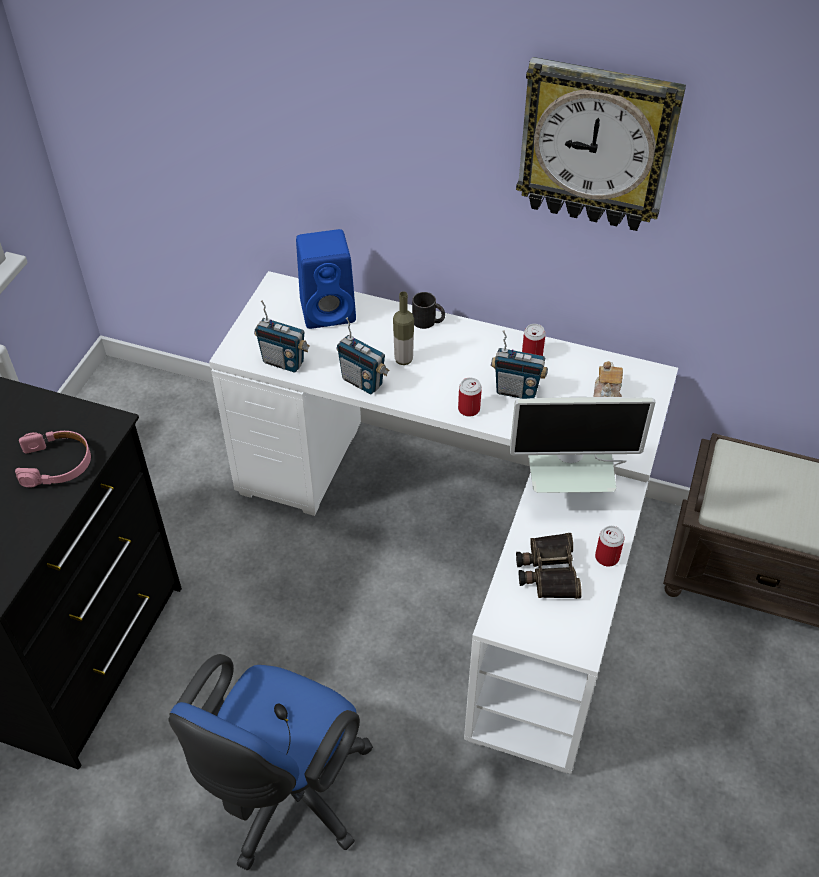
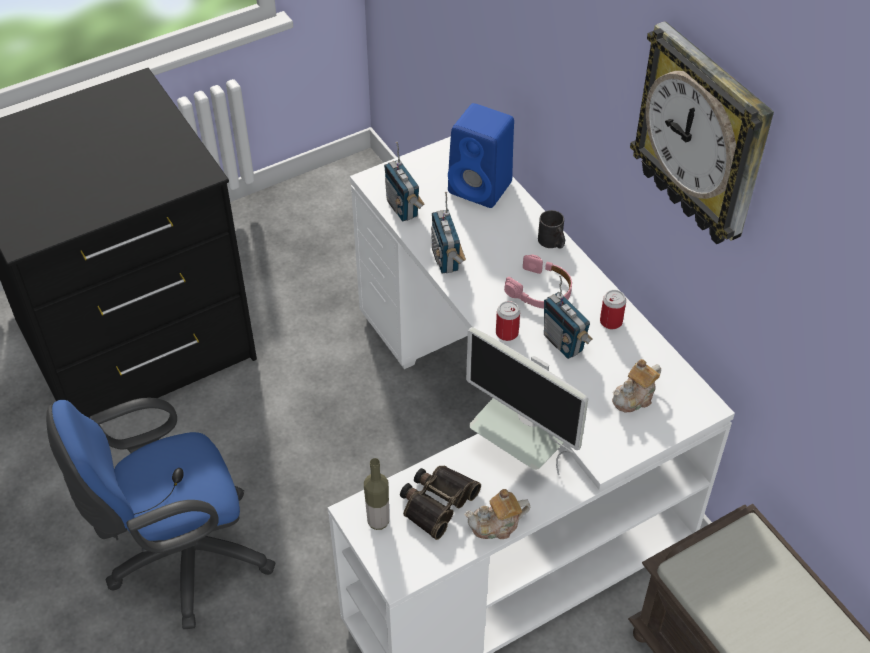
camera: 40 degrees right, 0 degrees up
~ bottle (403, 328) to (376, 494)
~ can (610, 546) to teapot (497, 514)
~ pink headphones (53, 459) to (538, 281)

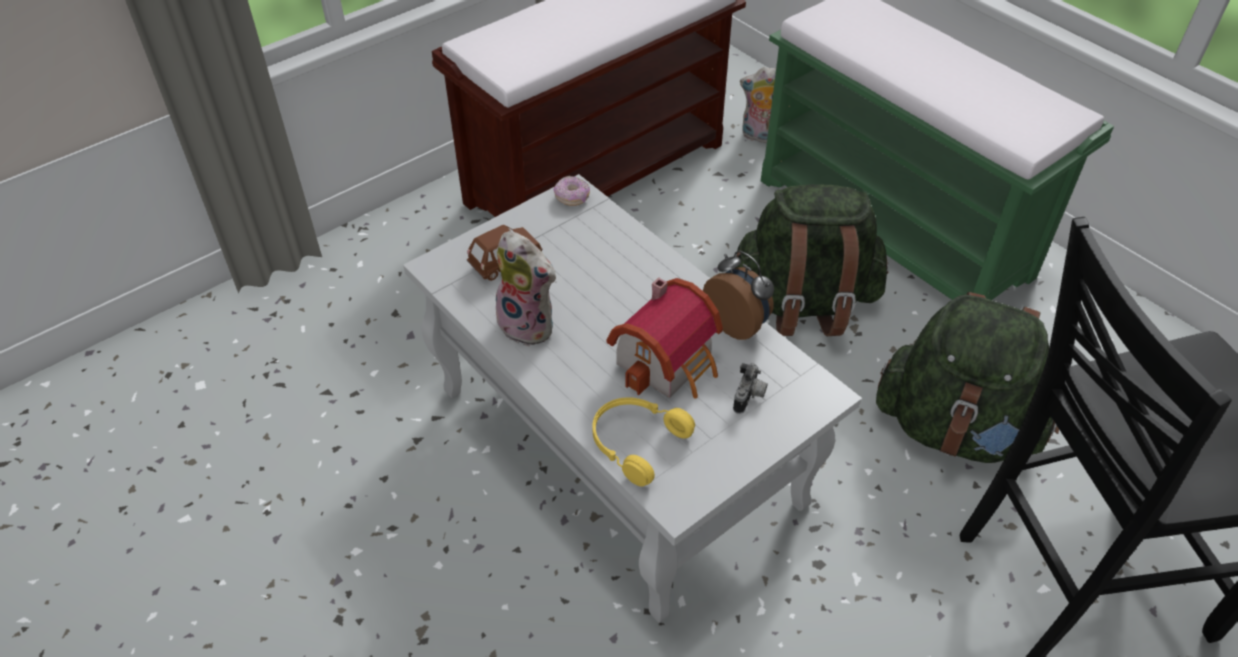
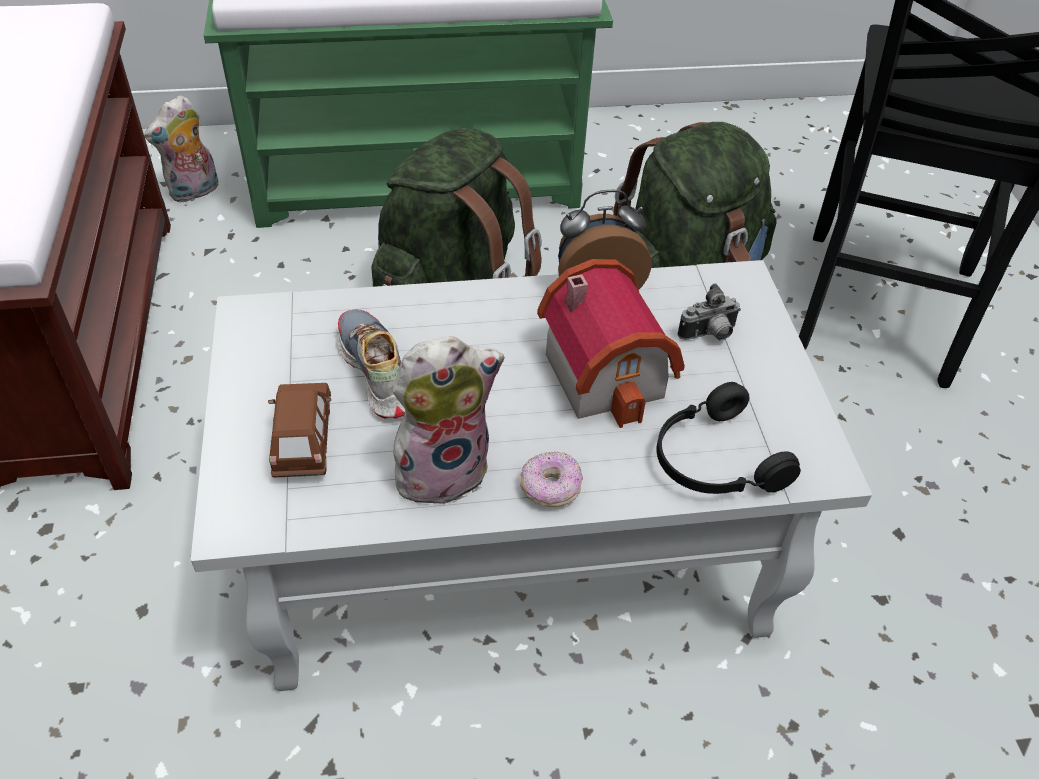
camera: 60 degrees left, 0 degrees up
+ shoe (371, 364)
~ donut (572, 191) to (551, 479)
~ yellow headphones (643, 442) to black headphones (728, 438)
~ photo camera (750, 388) = (709, 311) 105 degrees clockwise

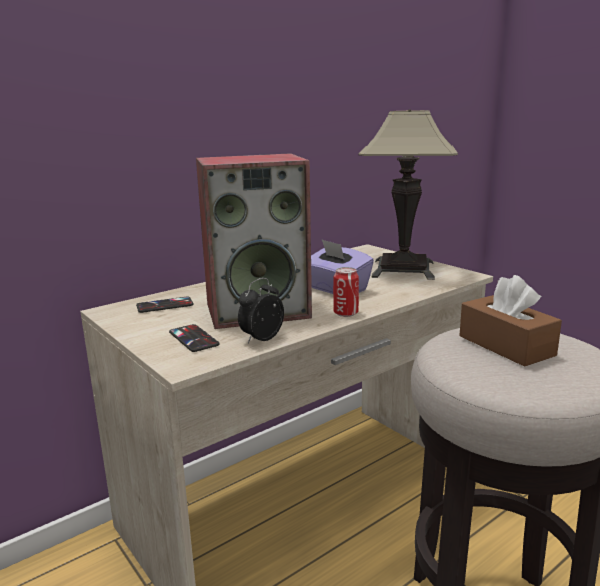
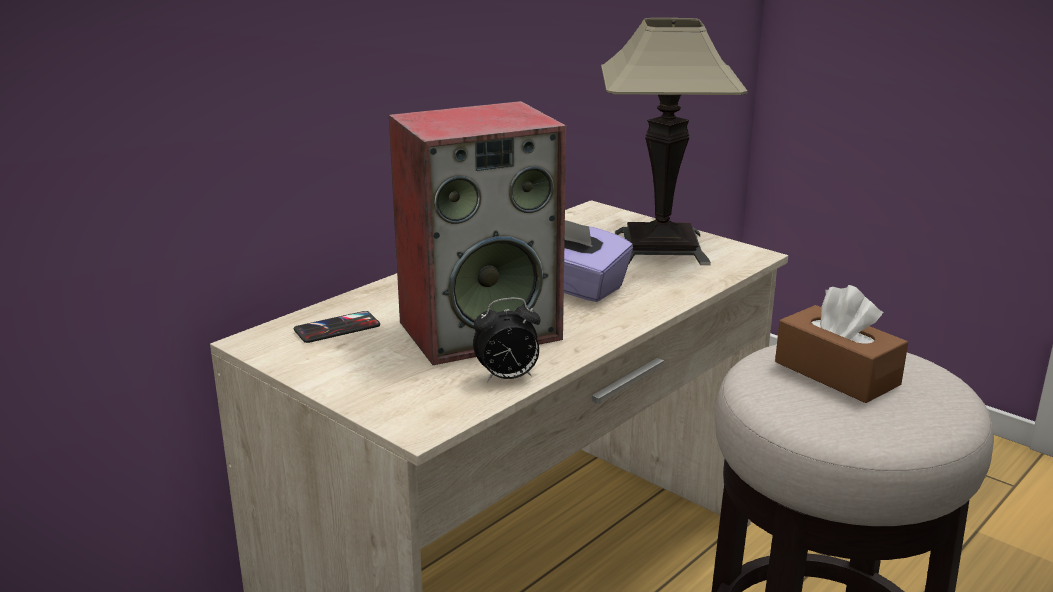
camera: 10 degrees left, 5 degrees up
~ alarm clock (261, 311) = (507, 339) 135 degrees counterclockwise
- phone (194, 338)
- can (346, 292)

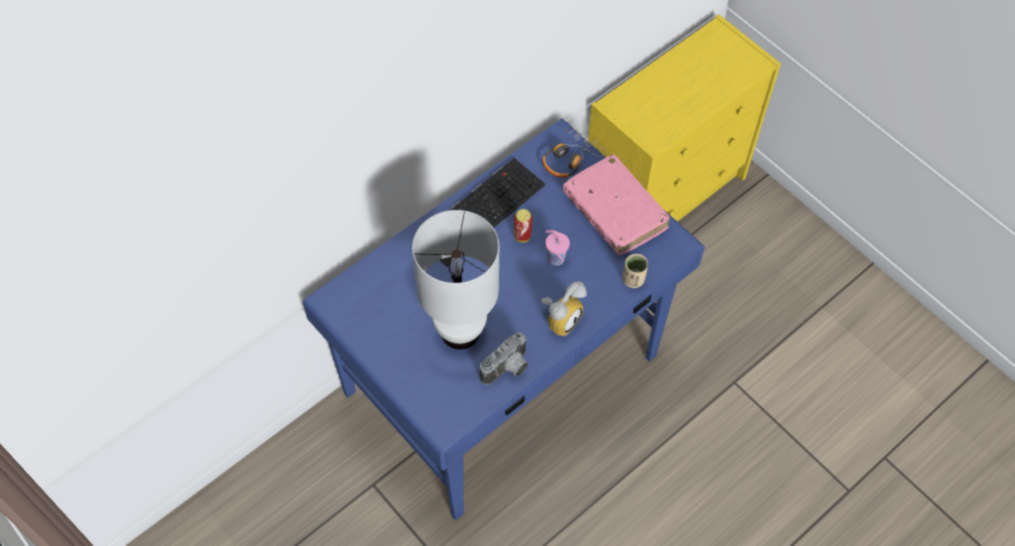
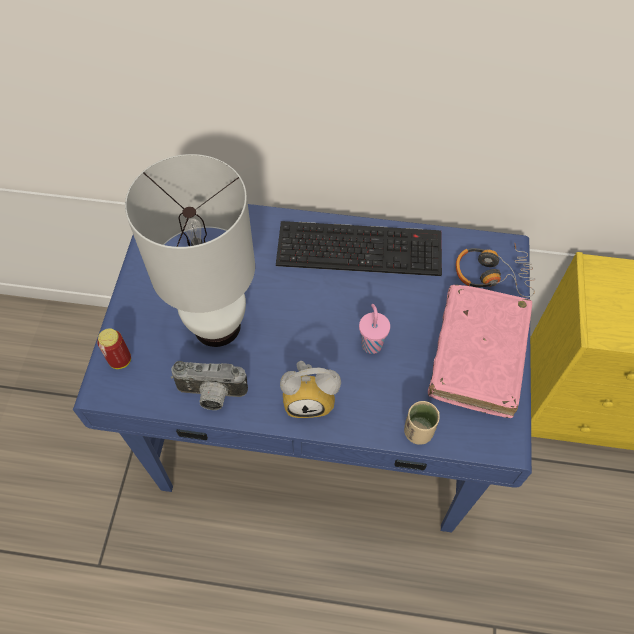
camera: 50 degrees right, 0 degrees up
~ can (523, 225) to (114, 348)

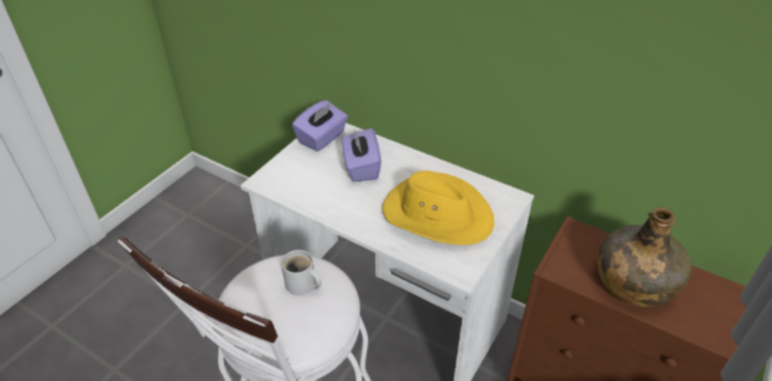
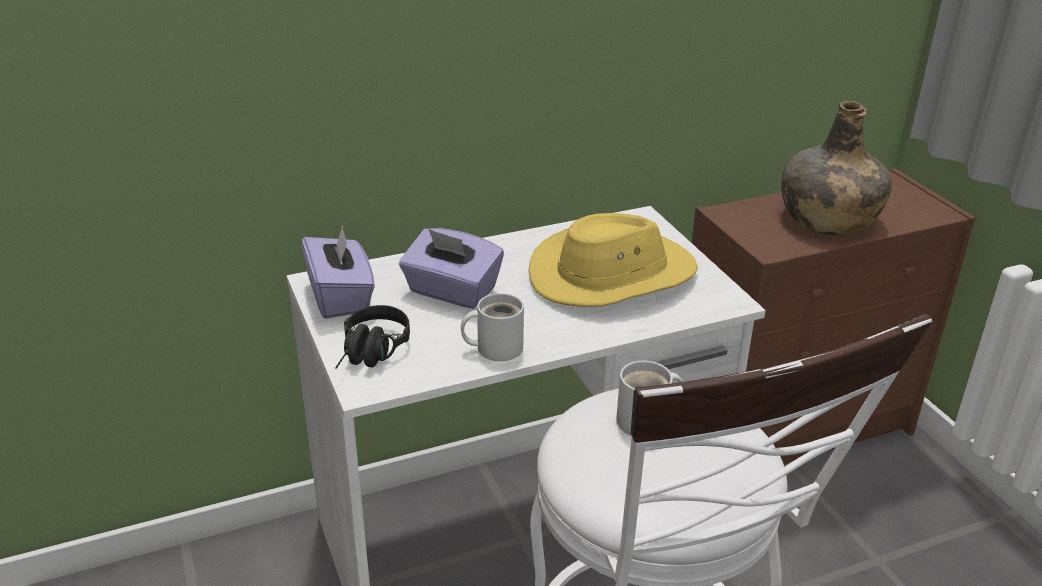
camera: 55 degrees left, 10 degrees down
+ black headphones (372, 337)
+ white mug (492, 327)

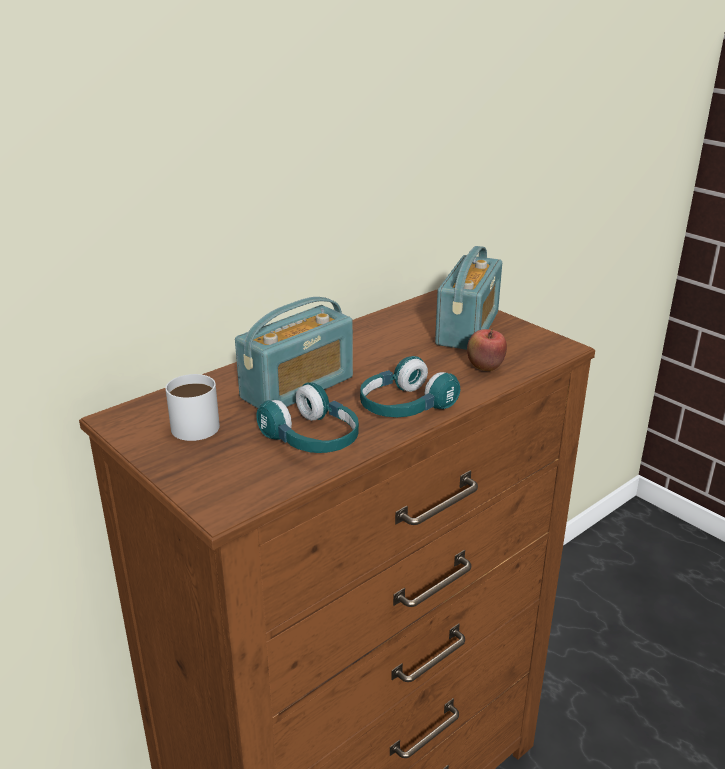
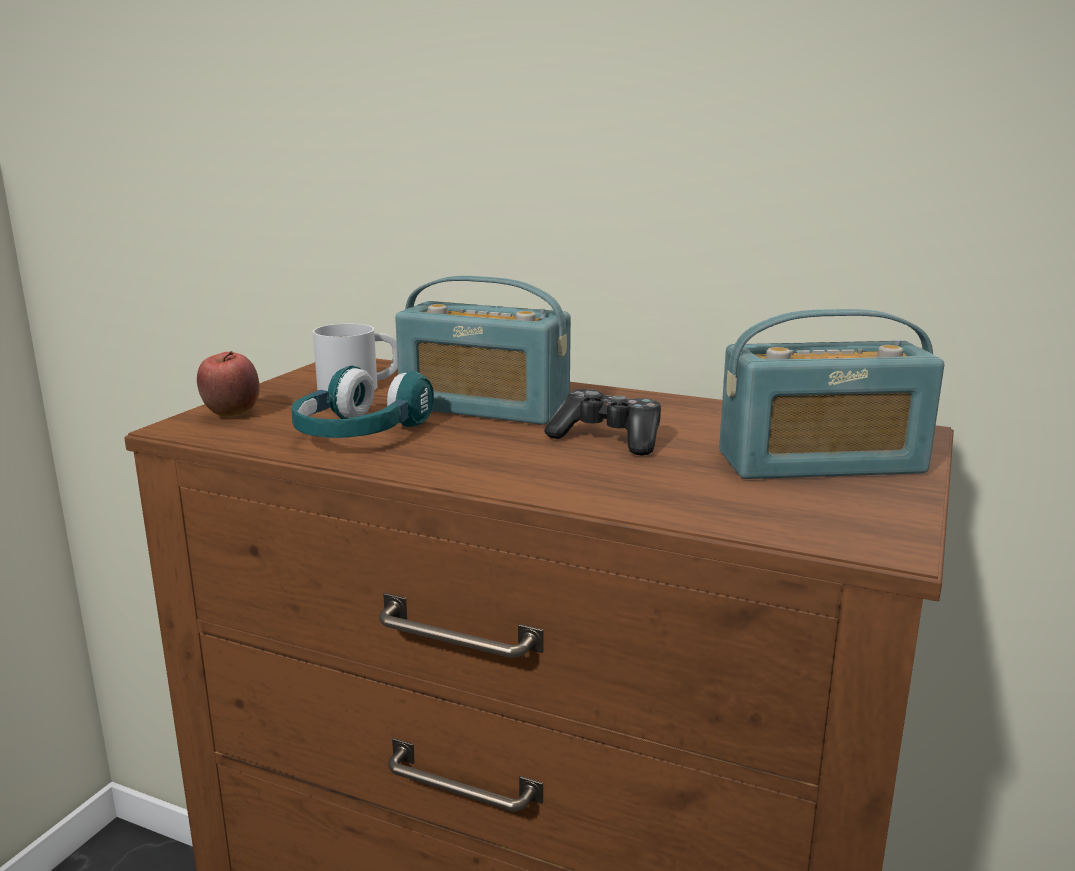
camera: 65 degrees right, 10 degrees down
~ apple (487, 349) to (228, 384)
+ game controller (602, 422)
- turquoise headphones (410, 386)

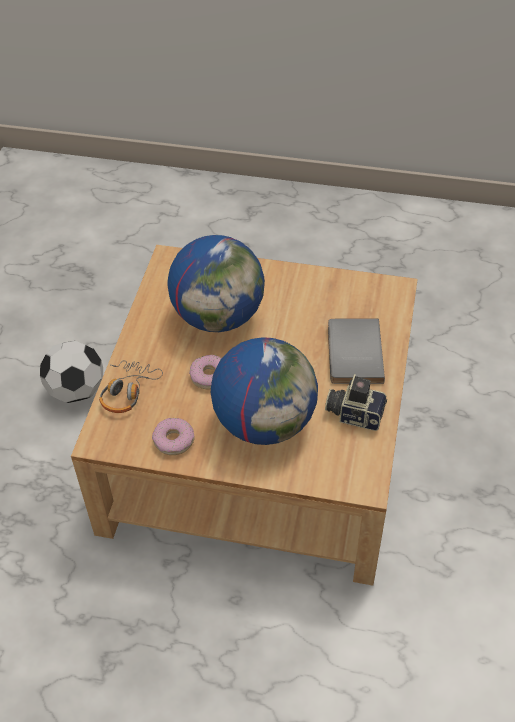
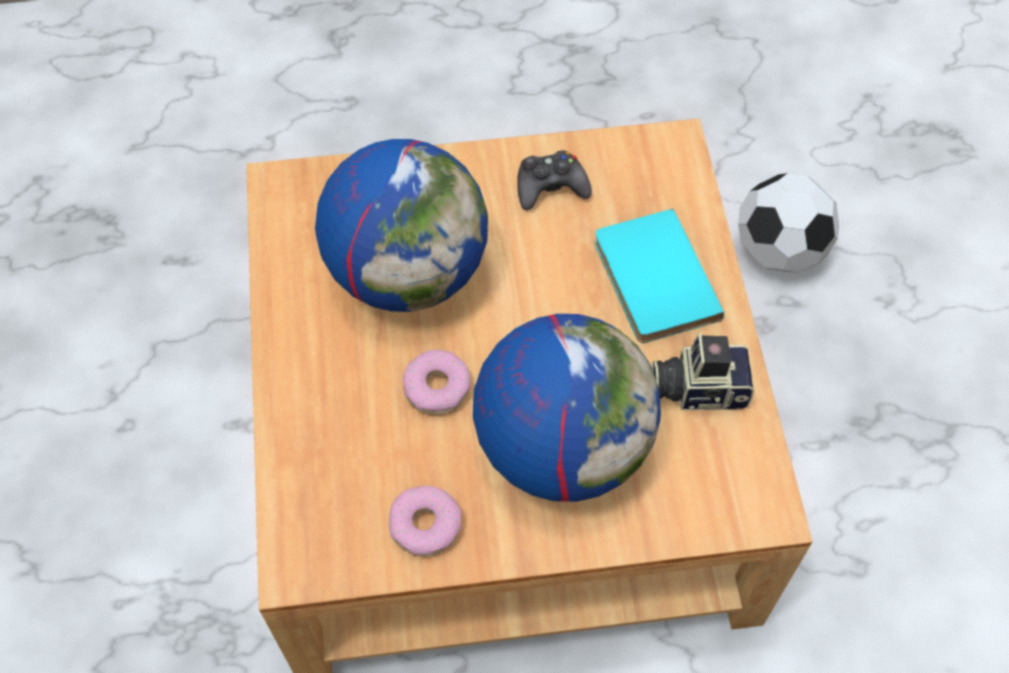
camera: 20 degrees left, 10 degrees up
+ black game controller (554, 180)
~ grey book (356, 351) to turquoise book (659, 276)
~ football (71, 372) to (788, 222)
- headphones (131, 386)

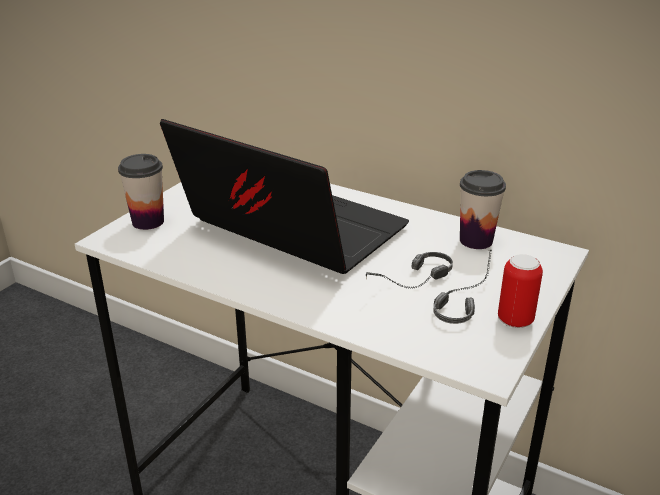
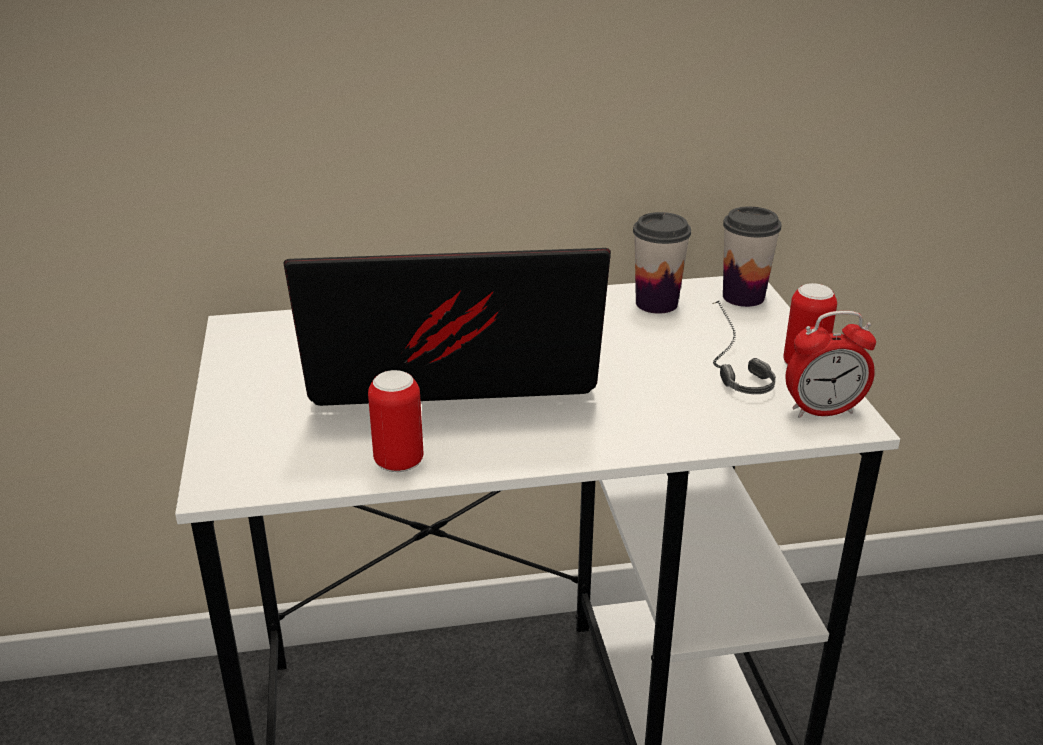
camera: 40 degrees left, 0 degrees up
+ can (395, 421)
~ cup (141, 192) to (752, 256)
+ alarm clock (831, 364)
- headphones (409, 270)

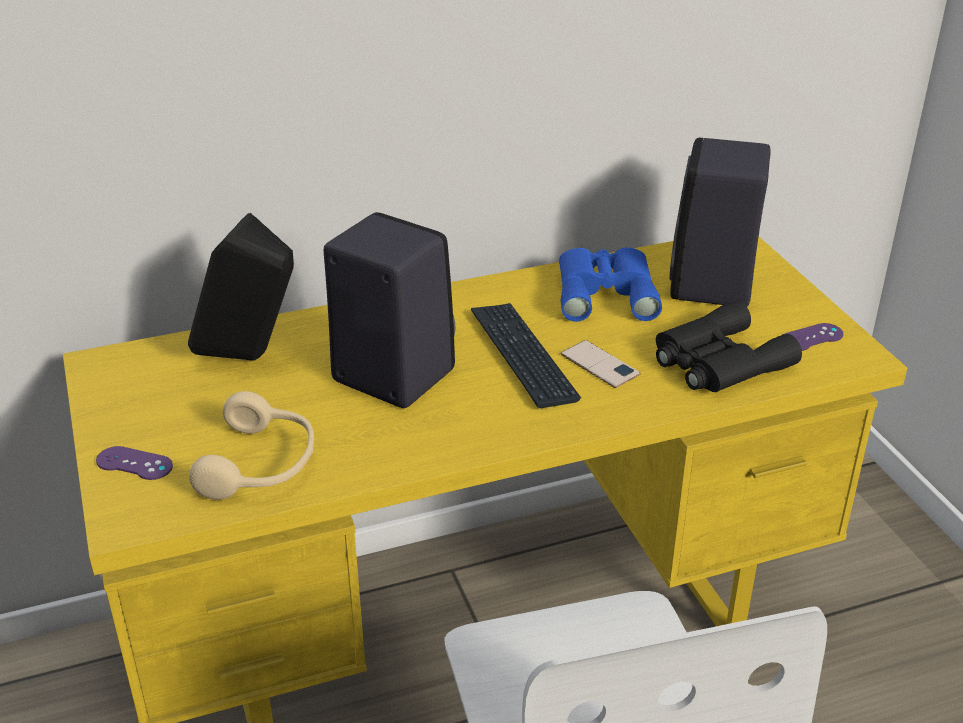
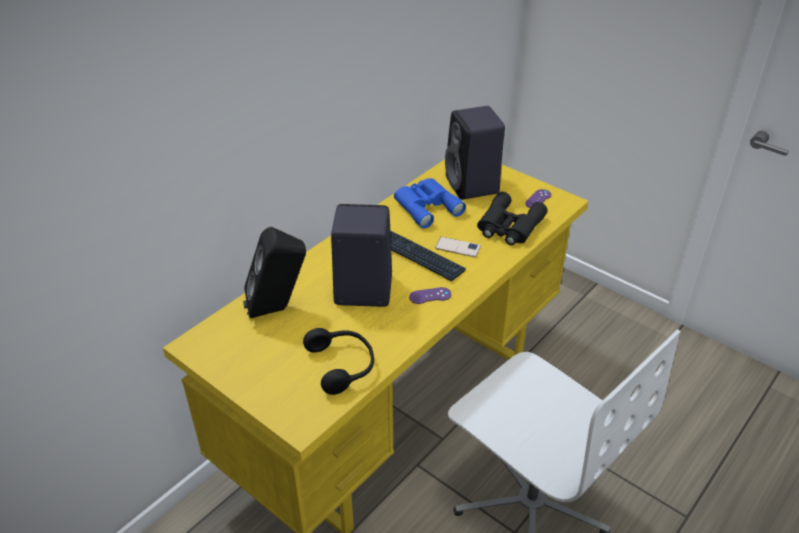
camera: 30 degrees left, 5 degrees up
~ beige headphones (251, 445) to black headphones (338, 361)
~ purple game controller (134, 463) to (430, 295)

